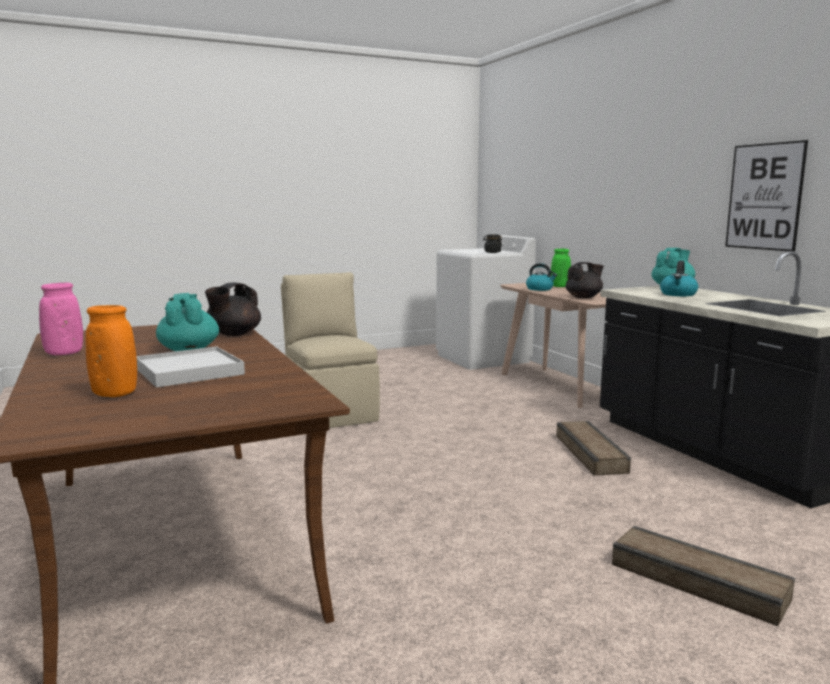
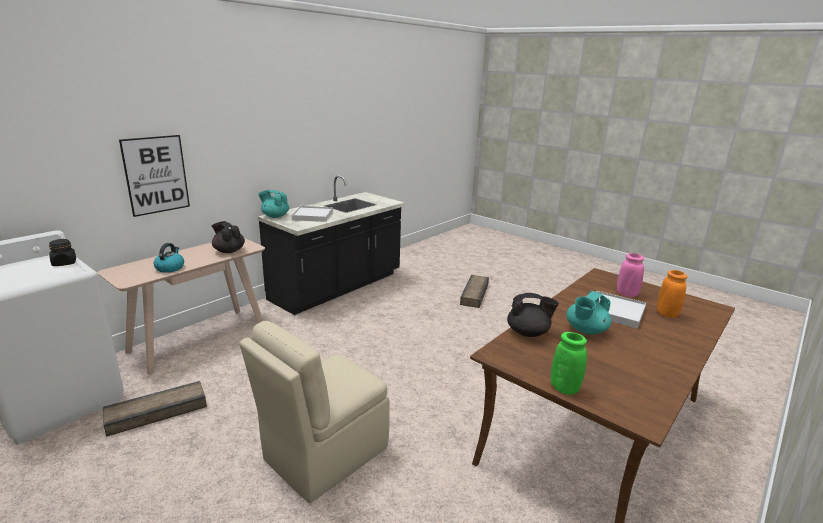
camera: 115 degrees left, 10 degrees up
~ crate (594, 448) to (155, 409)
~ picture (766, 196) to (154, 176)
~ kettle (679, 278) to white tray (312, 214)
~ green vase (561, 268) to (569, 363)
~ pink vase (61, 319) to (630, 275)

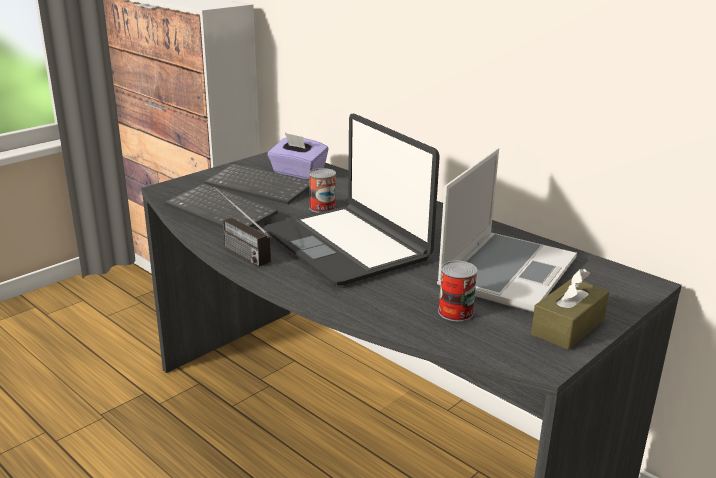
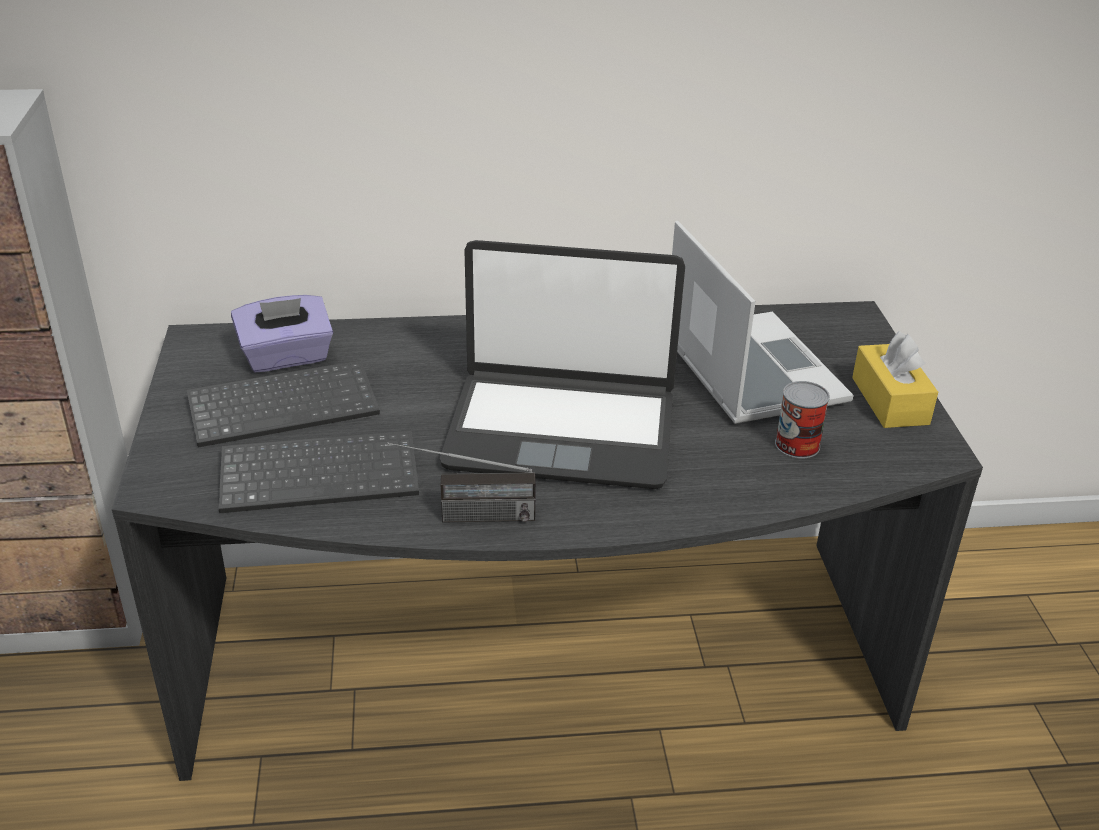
camera: 50 degrees left, 10 degrees up
~ brown tissue box (570, 309) to yellow tissue box (895, 379)
- can (322, 190)

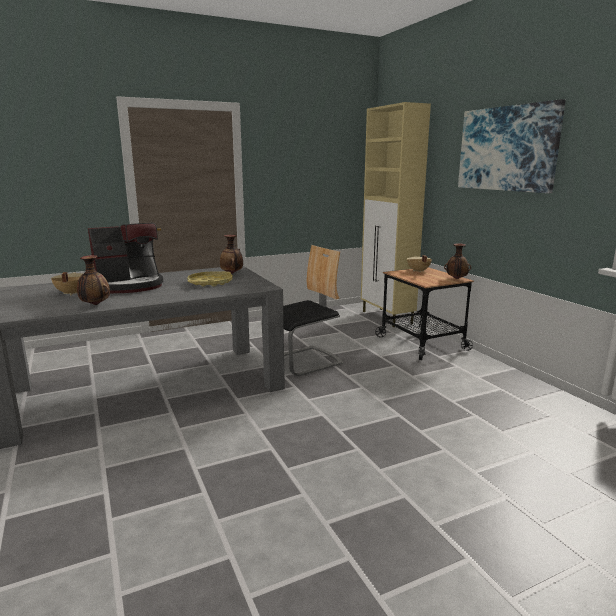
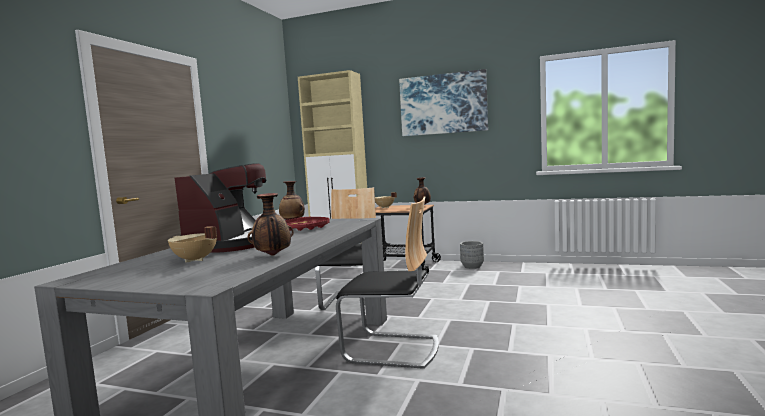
camera: 45 degrees left, 10 degrees down
~ yellow tray (210, 279) to red tray (307, 224)
+ chair (387, 282)
+ grey planter (472, 255)

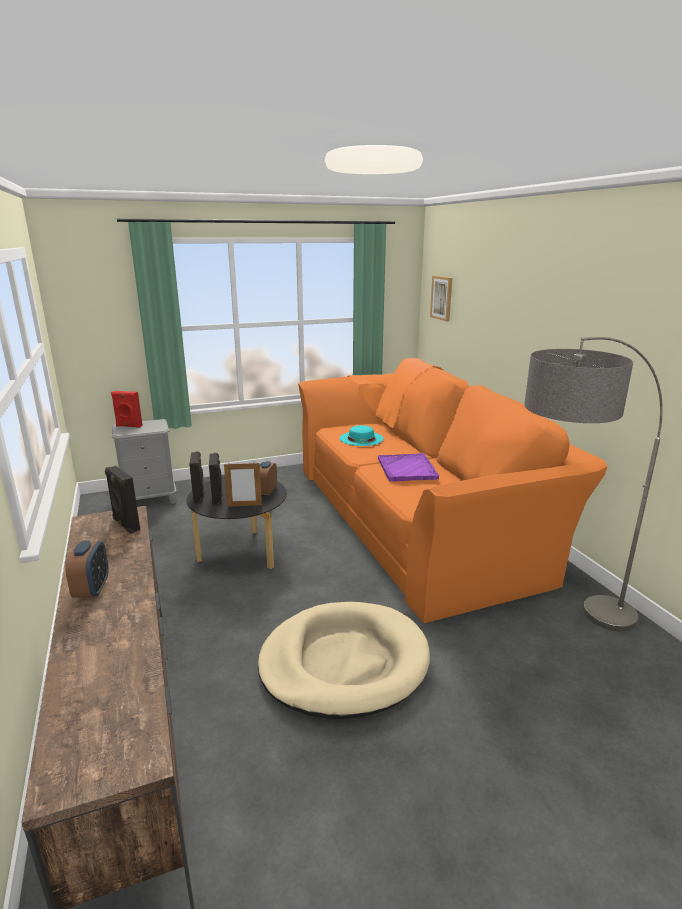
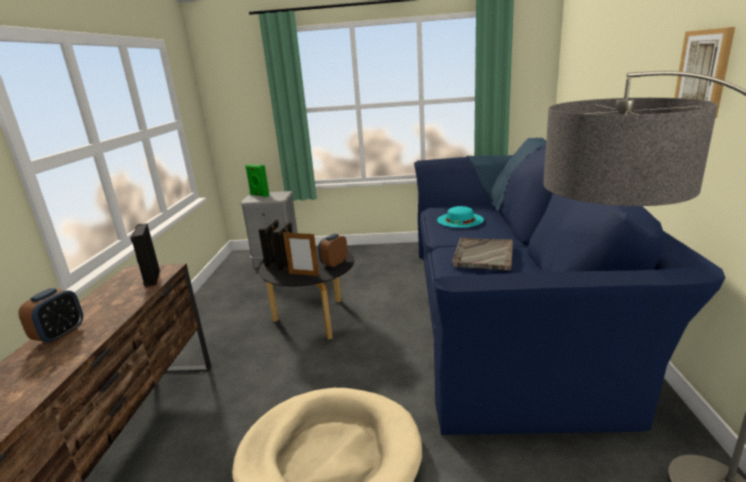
camera: 25 degrees right, 0 degrees up
~ red speaker (127, 409) to green speaker (257, 180)
~ orange sofa (453, 490) to blue sofa (569, 286)
~ purple tray (408, 467) to grey tray (482, 254)
~ picture (441, 298) to (704, 72)

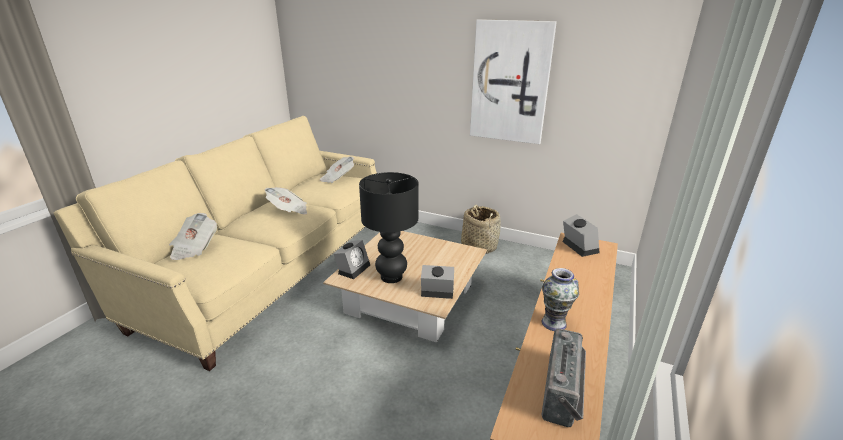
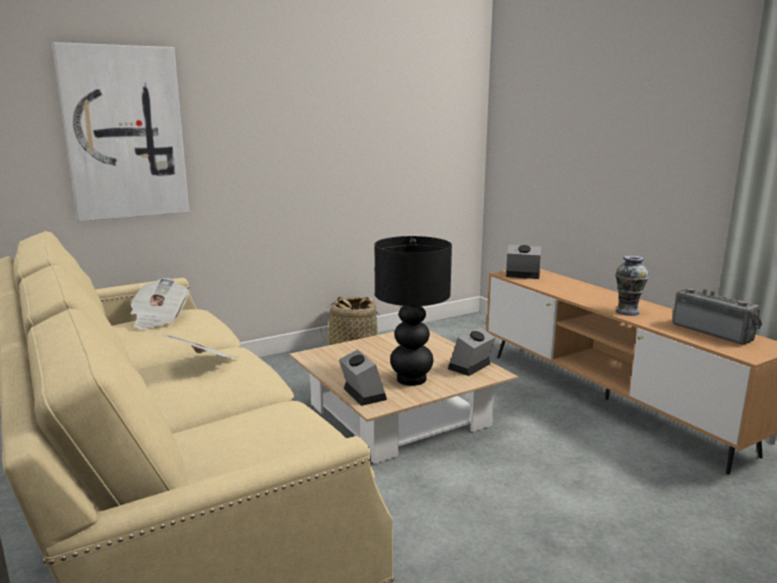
camera: 55 degrees left, 10 degrees down
~ picture (513, 81) to (120, 132)
- newspaper (193, 236)

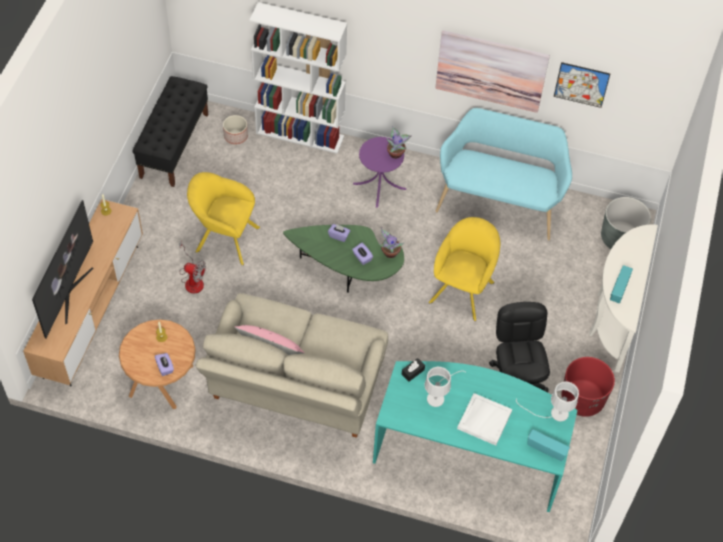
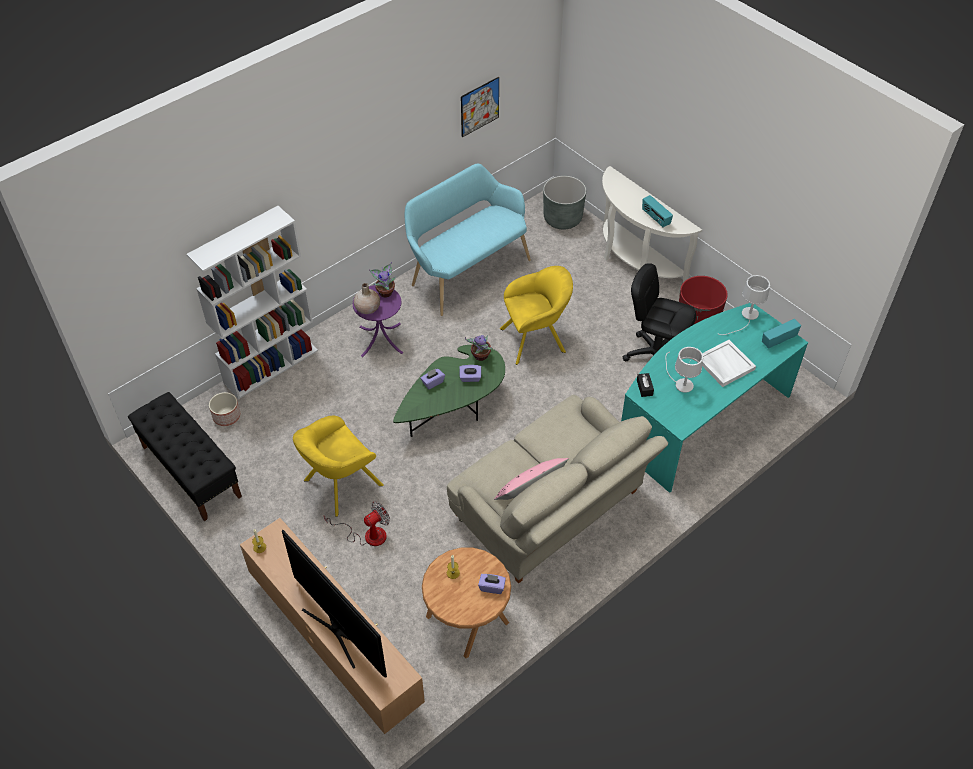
camera: 55 degrees left, 5 degrees down
+ beige vase (366, 298)
~ yellow armchair (464, 269) = (536, 315) 105 degrees clockwise
- picture (492, 71)

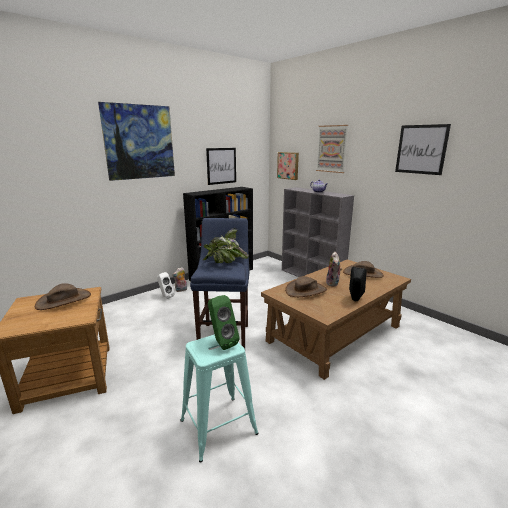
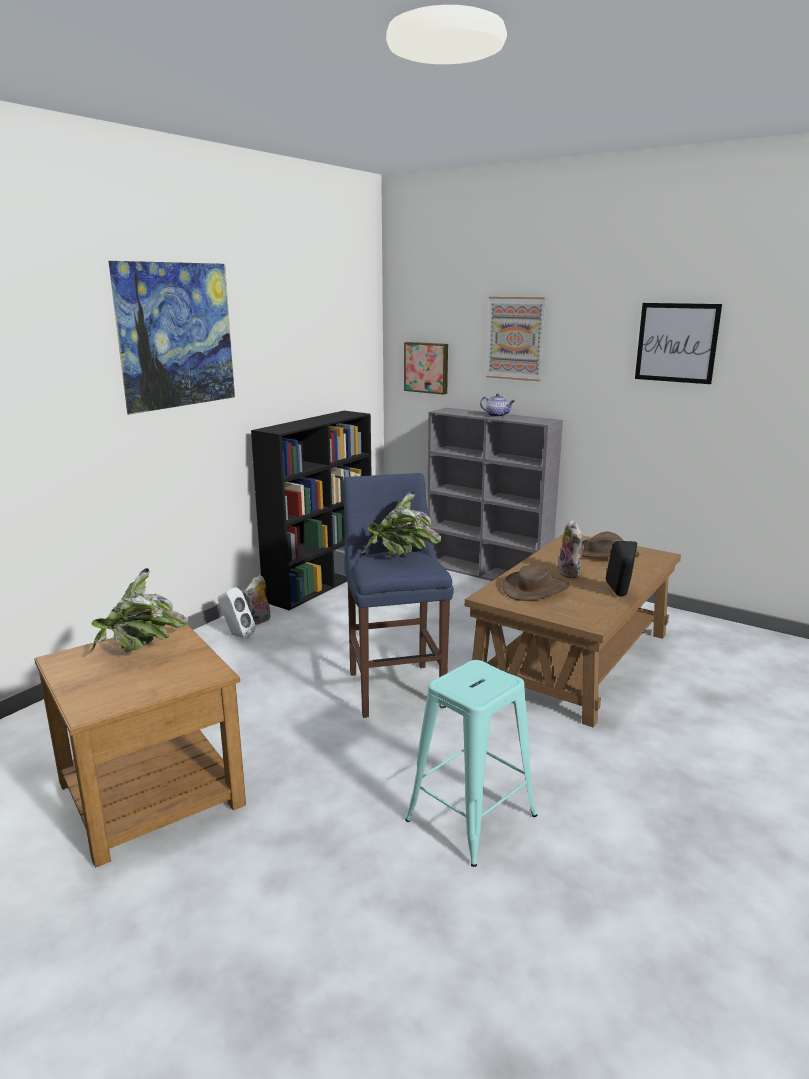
camera: 15 degrees left, 0 degrees up
~ brown hat (63, 296) to potted plant (137, 611)
- picture (221, 166)
- green speaker (224, 322)

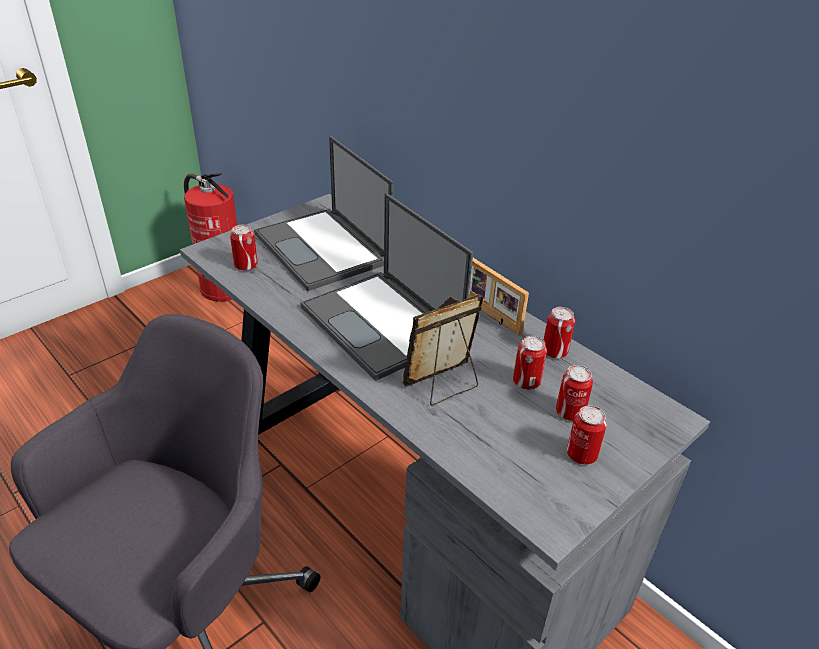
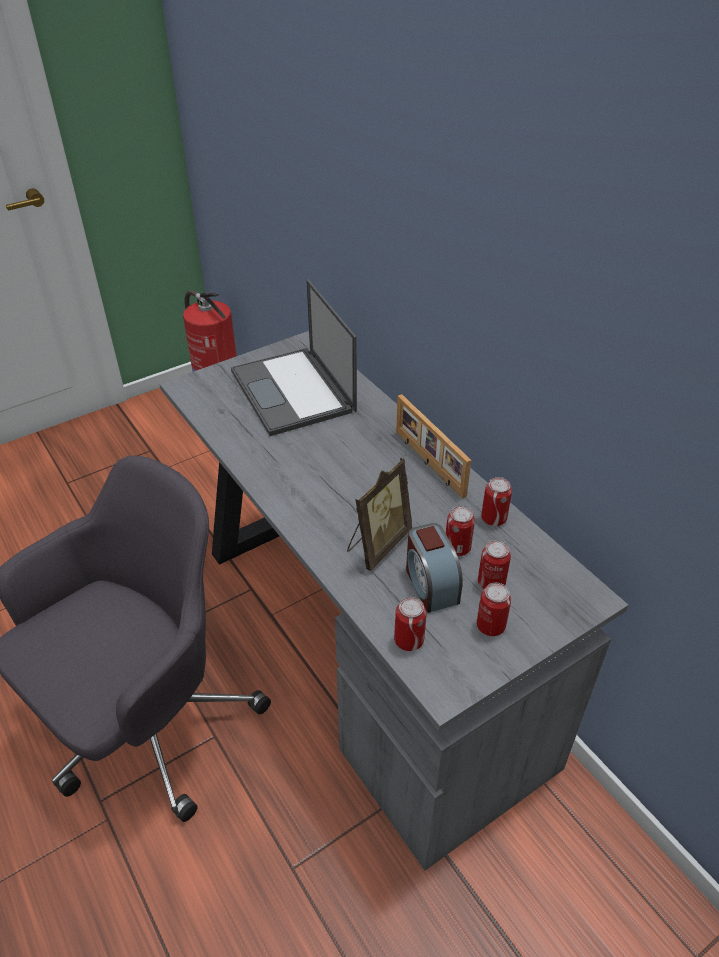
camera: 10 degrees right, 5 degrees up
~ picture frame (443, 349) = (379, 514) 150 degrees clockwise
~ can (244, 248) to (410, 624)
+ alarm clock (434, 568)
- laptop (387, 287)

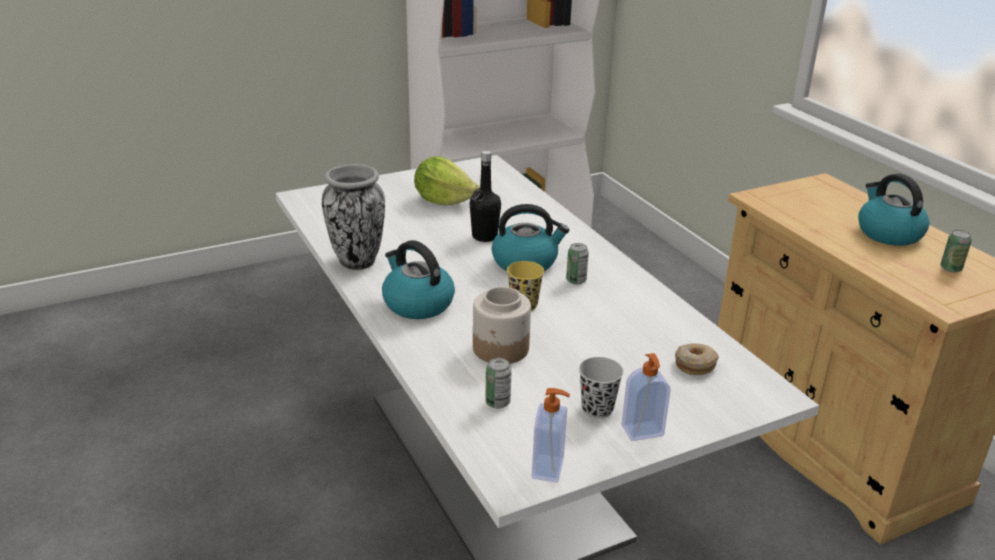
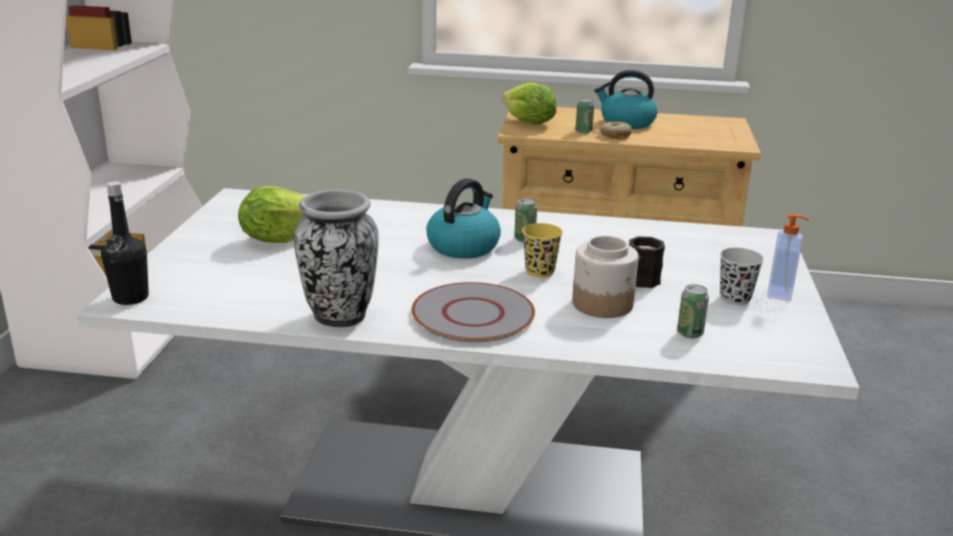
camera: 55 degrees left, 5 degrees down
~ black bottle (485, 196) to (125, 243)
~ kettle (418, 279) to grey plate (473, 312)
+ lettuce (529, 103)
~ can (956, 251) to (584, 115)
~ donut (697, 359) to (616, 130)
+ black mug (647, 262)
- soap dispenser (551, 435)

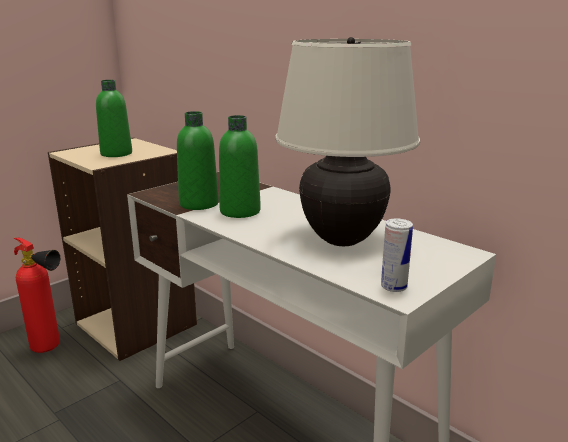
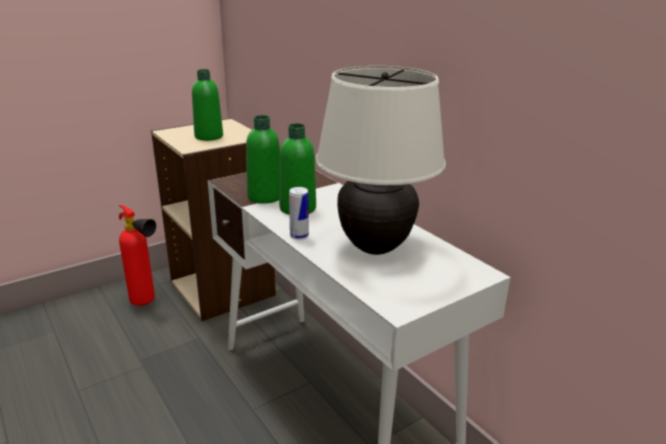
camera: 10 degrees right, 5 degrees up
~ can (397, 255) to (299, 213)

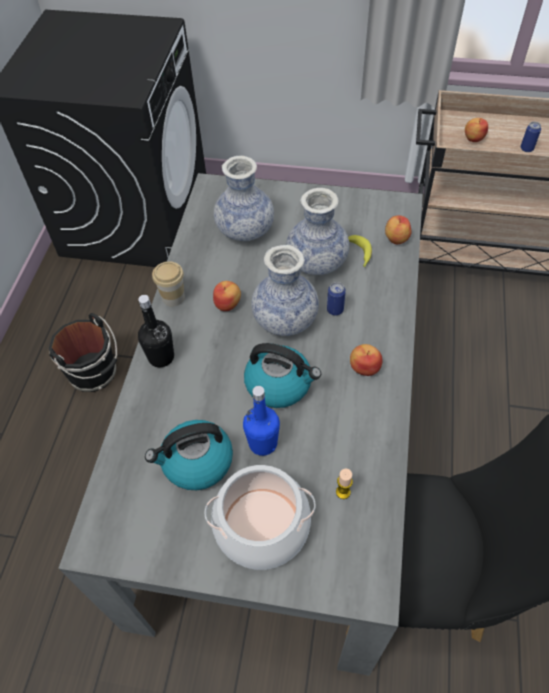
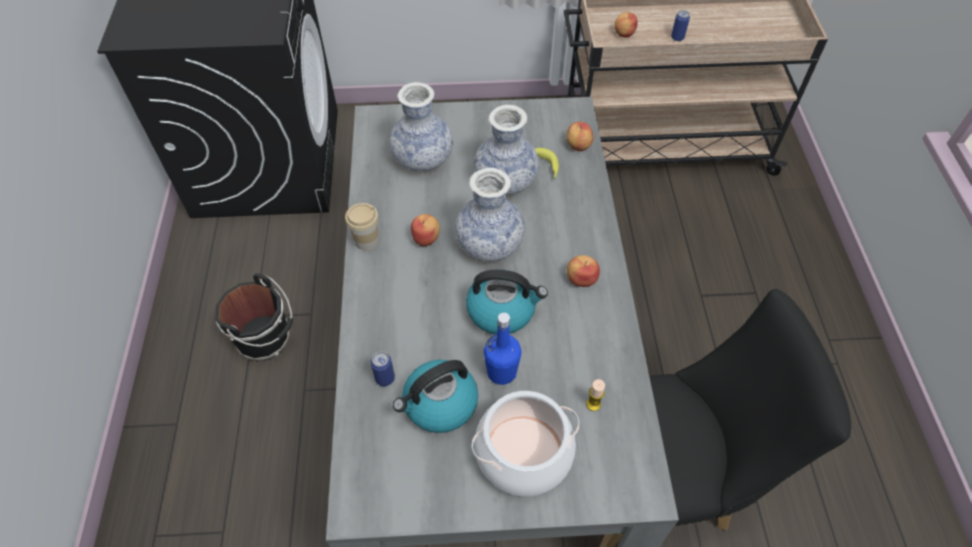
camera: 15 degrees left, 0 degrees up
~ can (336, 299) to (382, 368)
- black bottle (156, 331)

